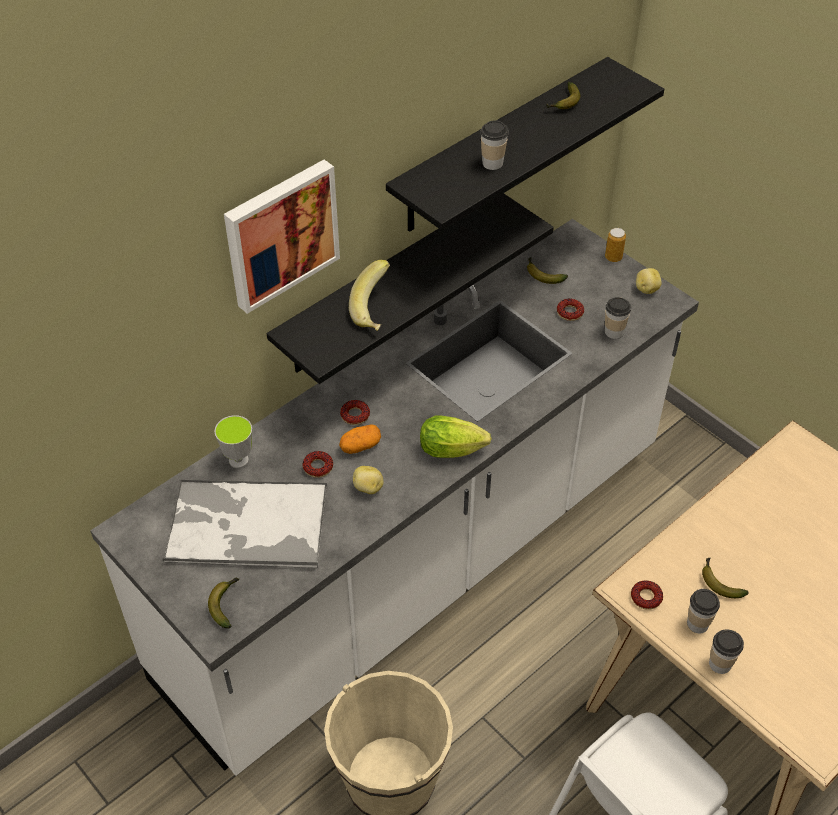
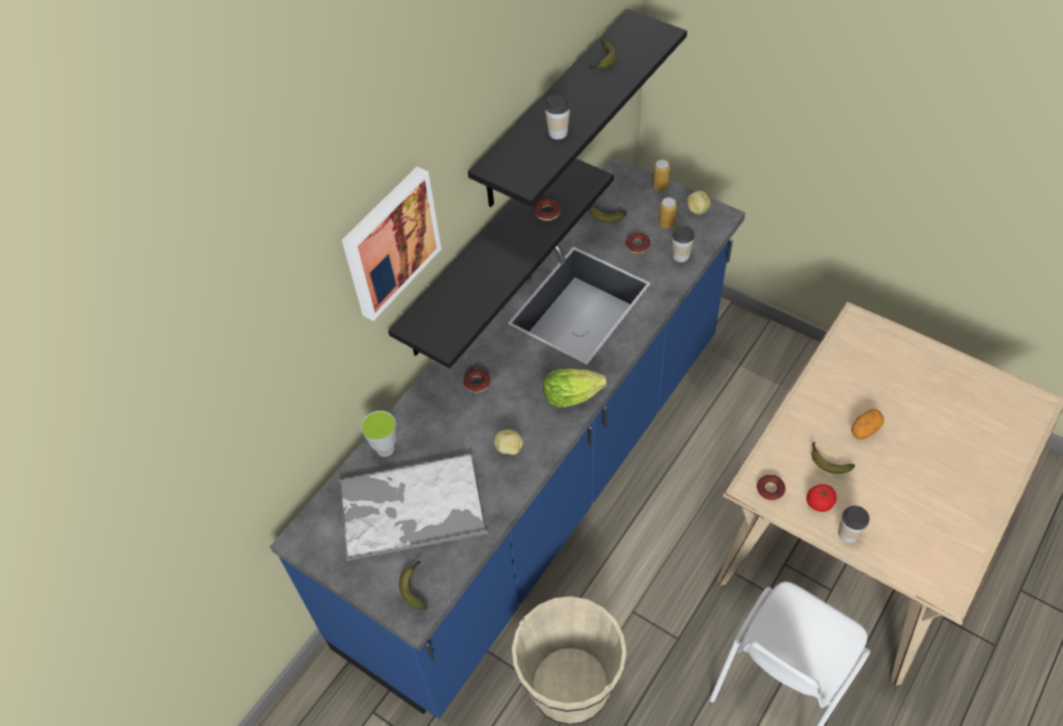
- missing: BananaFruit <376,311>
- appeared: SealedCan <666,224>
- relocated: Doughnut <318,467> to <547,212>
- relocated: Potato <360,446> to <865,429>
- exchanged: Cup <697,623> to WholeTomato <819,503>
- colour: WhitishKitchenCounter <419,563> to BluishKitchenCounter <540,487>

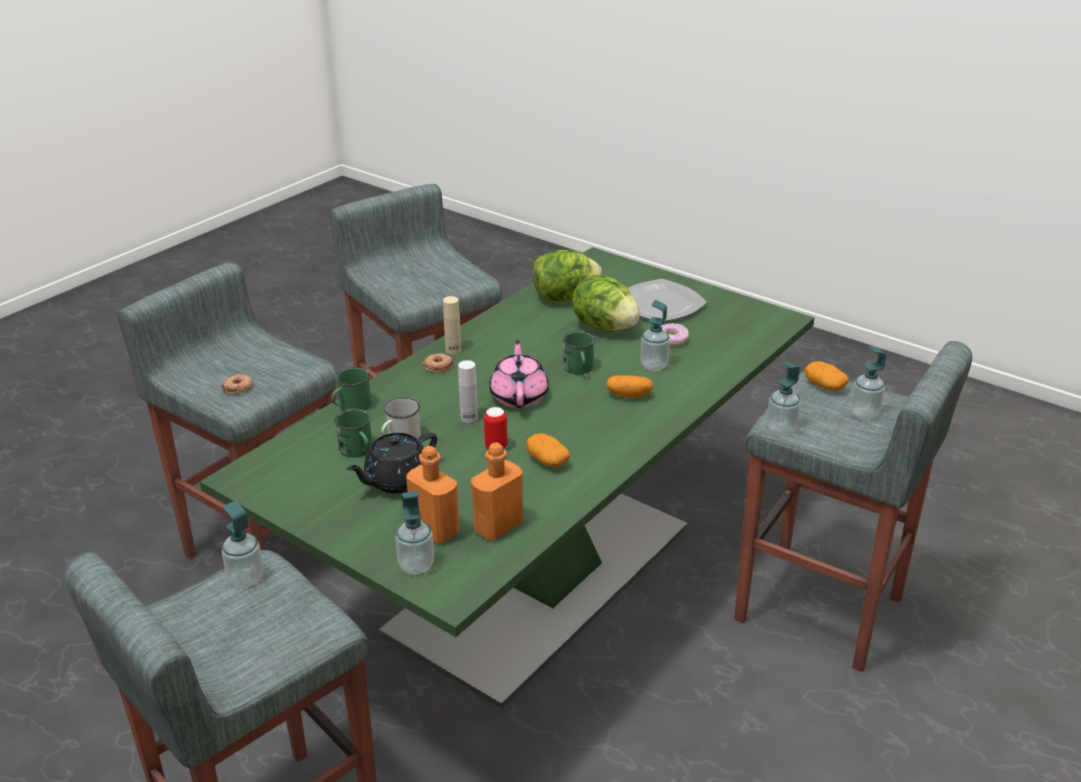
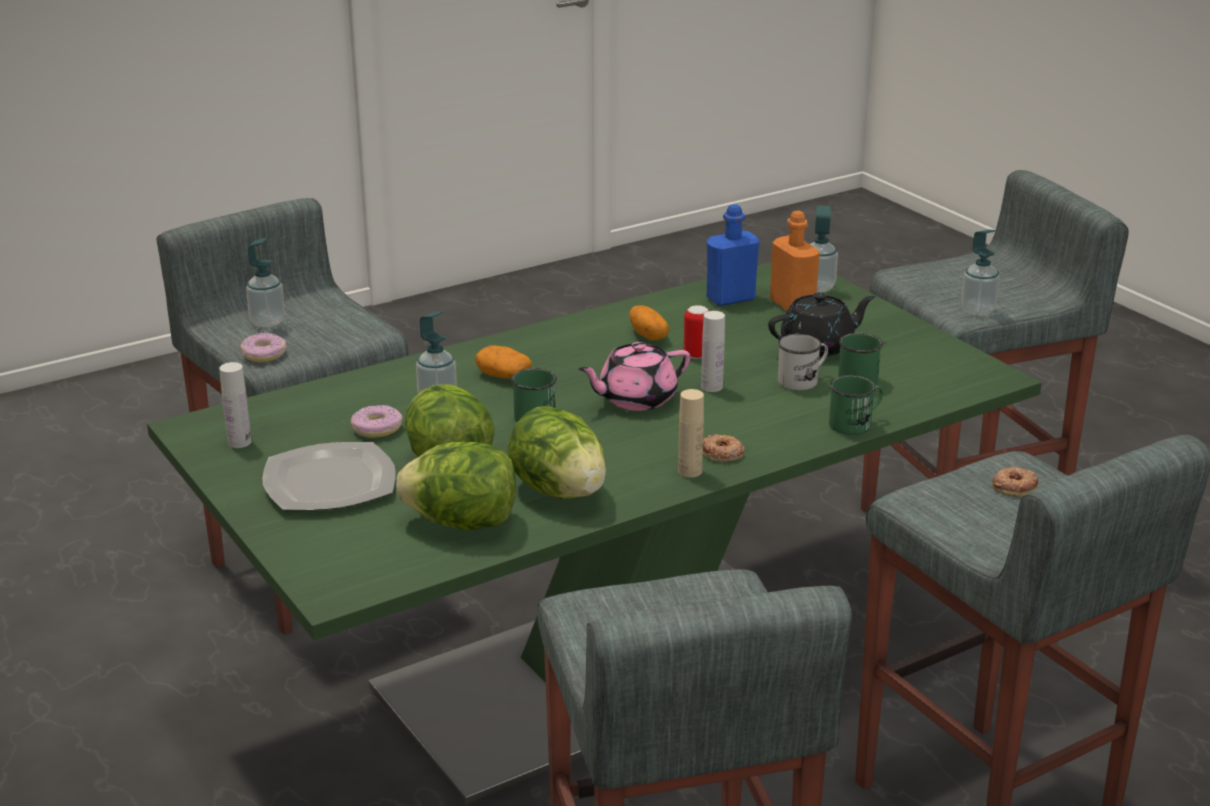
- missing: SoapDispenser <781,429>
- appeared: WhitishBottle <239,442>
- appeared: Lettuce <559,491>
- exchanged: Potato <824,386> to Doughnut <264,354>
- colour: OrangeBottle <498,527> to BluishBottle <730,299>
- spun: PinkishTeaPot <519,396> = <635,399> 45 degrees clockwise

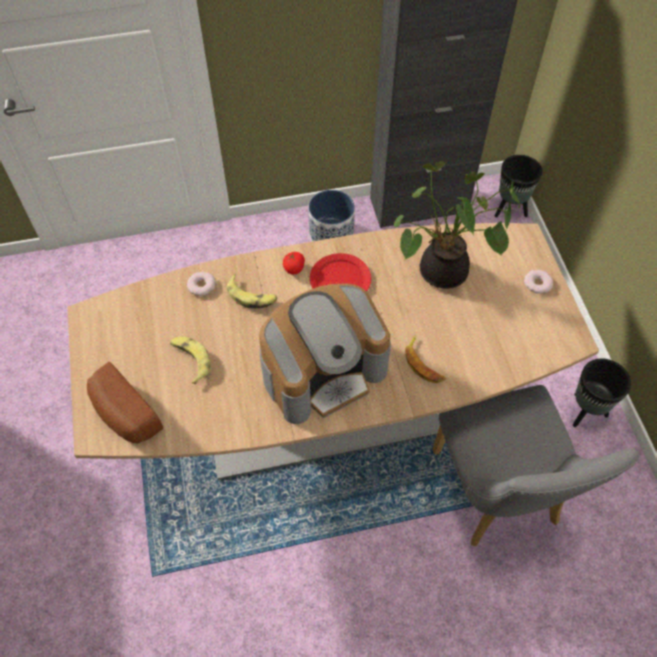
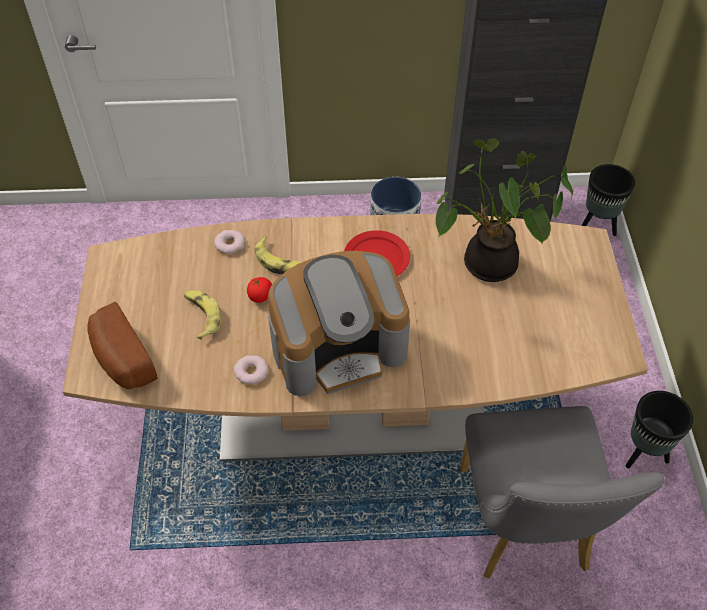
- missing: BananaFruit <423,363>
- relocated: WholeTomato <294,268> to <260,296>
- relocated: Doughnut <537,283> to <251,372>

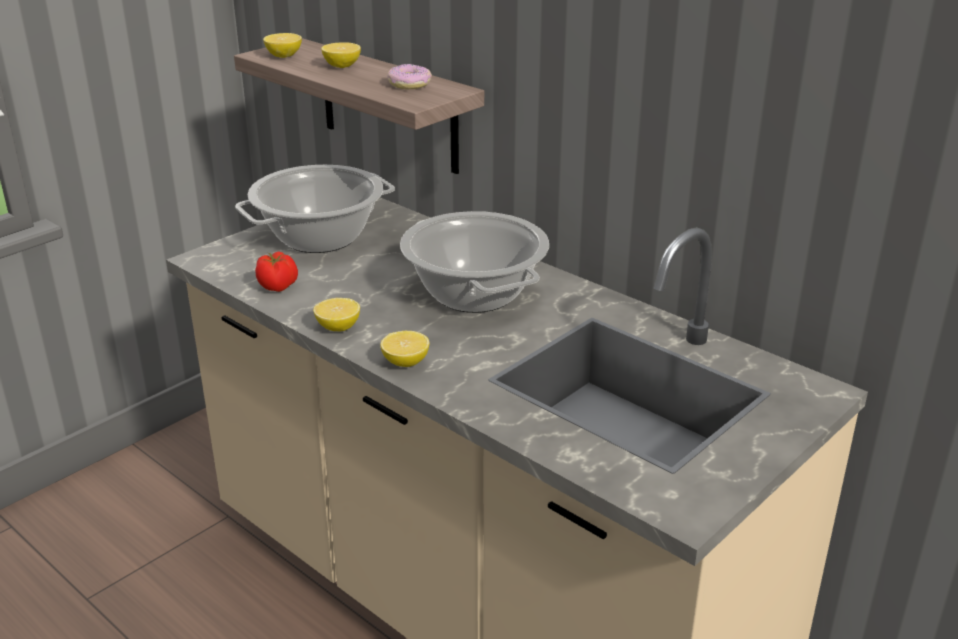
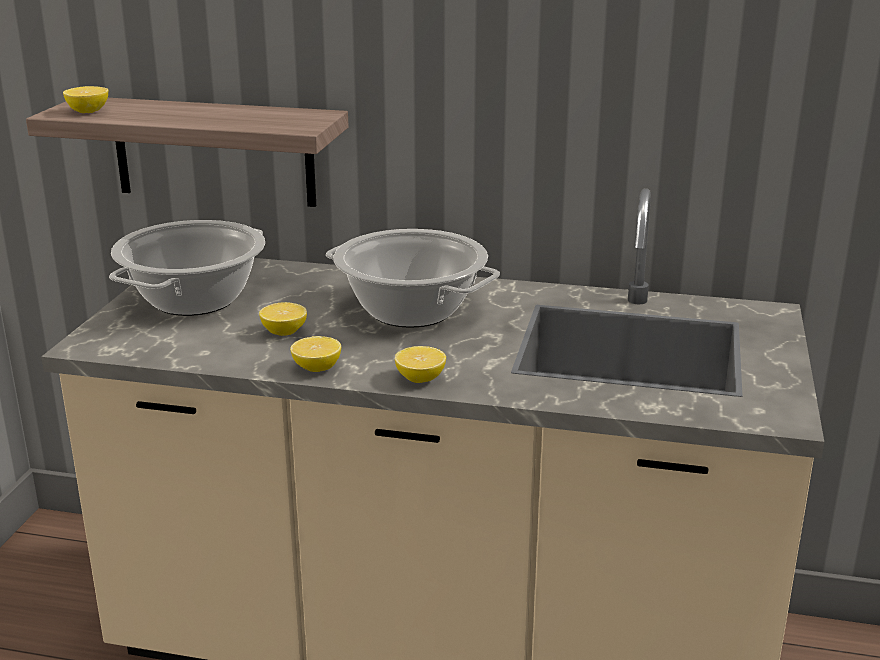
- missing: WholeTomato <278,287>
- missing: Doughnut <409,84>
- relocated: WholeLemon <342,66> to <284,332>

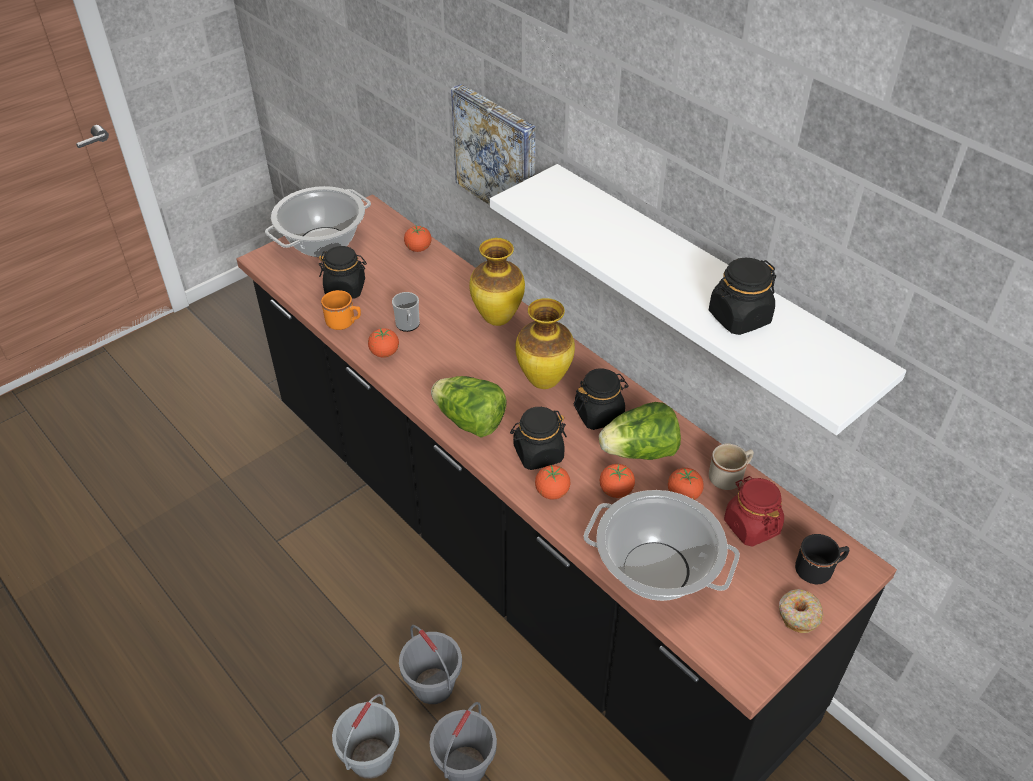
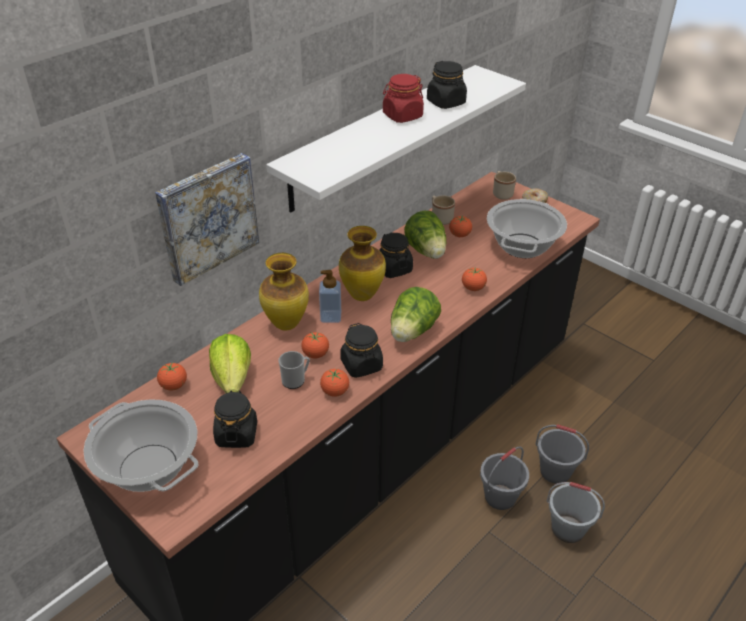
- missing: OrangeCoffeeMug <344,323>
- appeared: Lettuce <232,379>
- appeared: SoapDispenser <331,316>
- relocated: BlackPreserveJar <538,453> to <361,365>
- relocated: WholeTomato <616,491> to <315,354>
- relocated: ReddishPreserveJar <751,526> to <402,116>
- colour: BlackCoffeeMug <818,570> to SandColouredCoffeeMug <501,193>

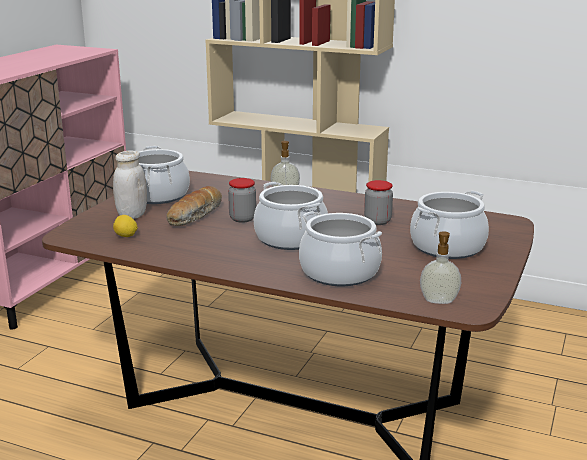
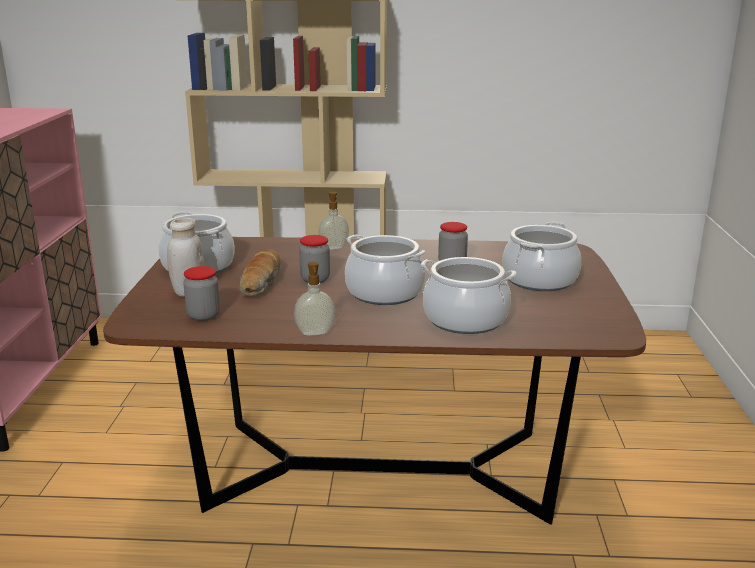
- relocated: SoapDispenser <439,301> to <315,333>
- exchanged: WholeLemon <126,236> to PreserveJar <203,315>

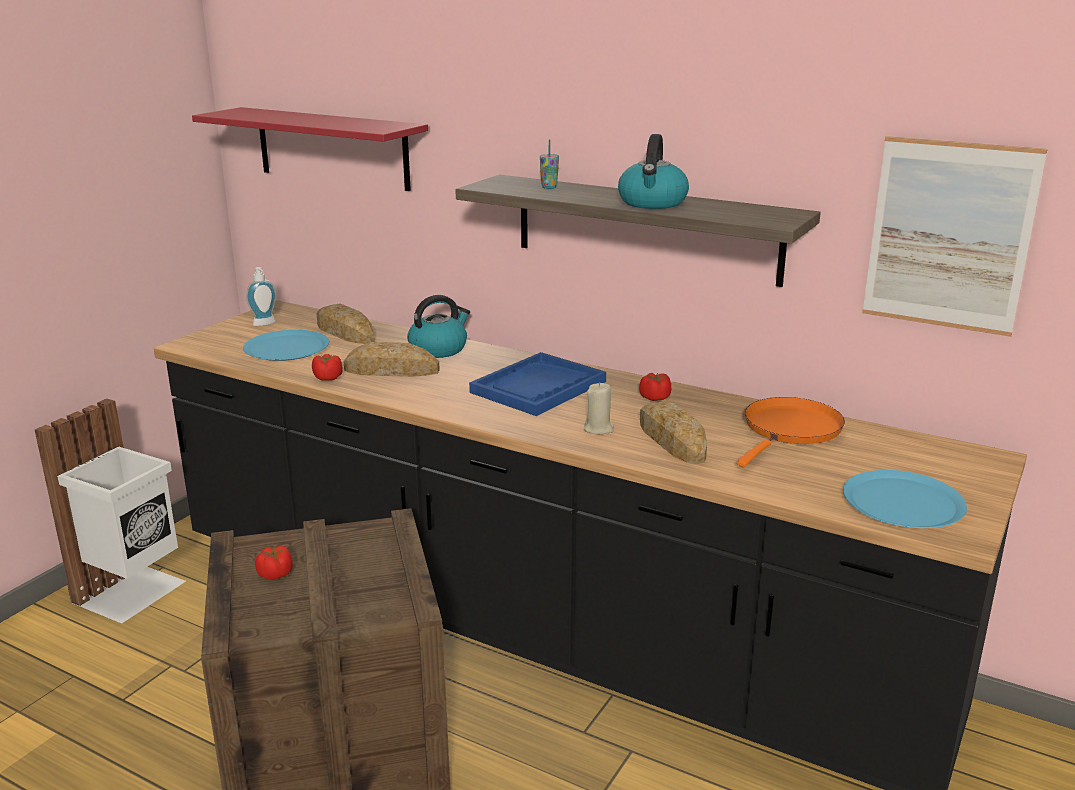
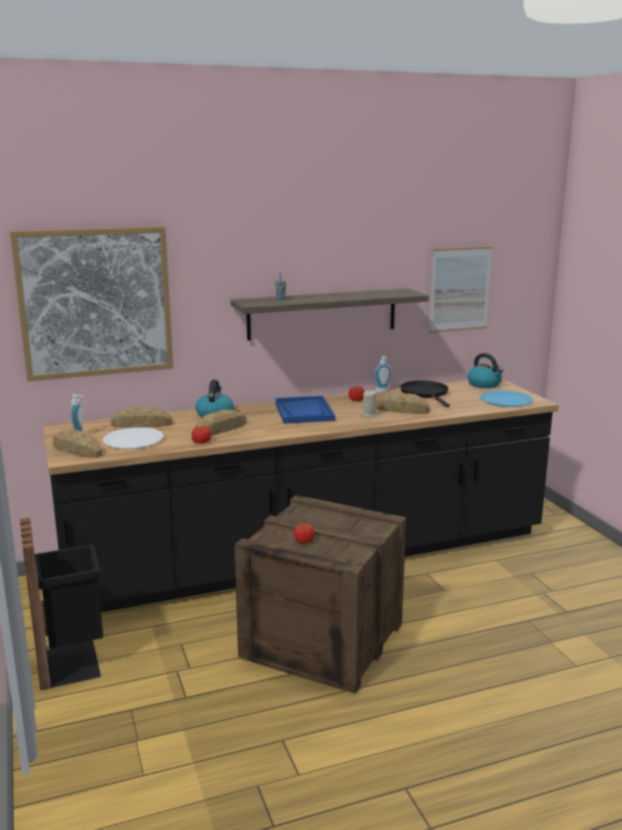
- appeared: Bread <77,450>
- appeared: SoapDispenser <383,391>
- relocated: TeaKettle <652,203> to <484,384>
- exchanged: ReddishShelf <332,148> to WallArt <95,303>
- colour: WhitishTrashCan <133,593> to BlackTrashCan <72,663>
- colour: BluishFlatDish <287,347> to WhitishFlatDish <133,440>
- colour: OrangeFryingPan <790,430> to BlackFryingPan <425,393>

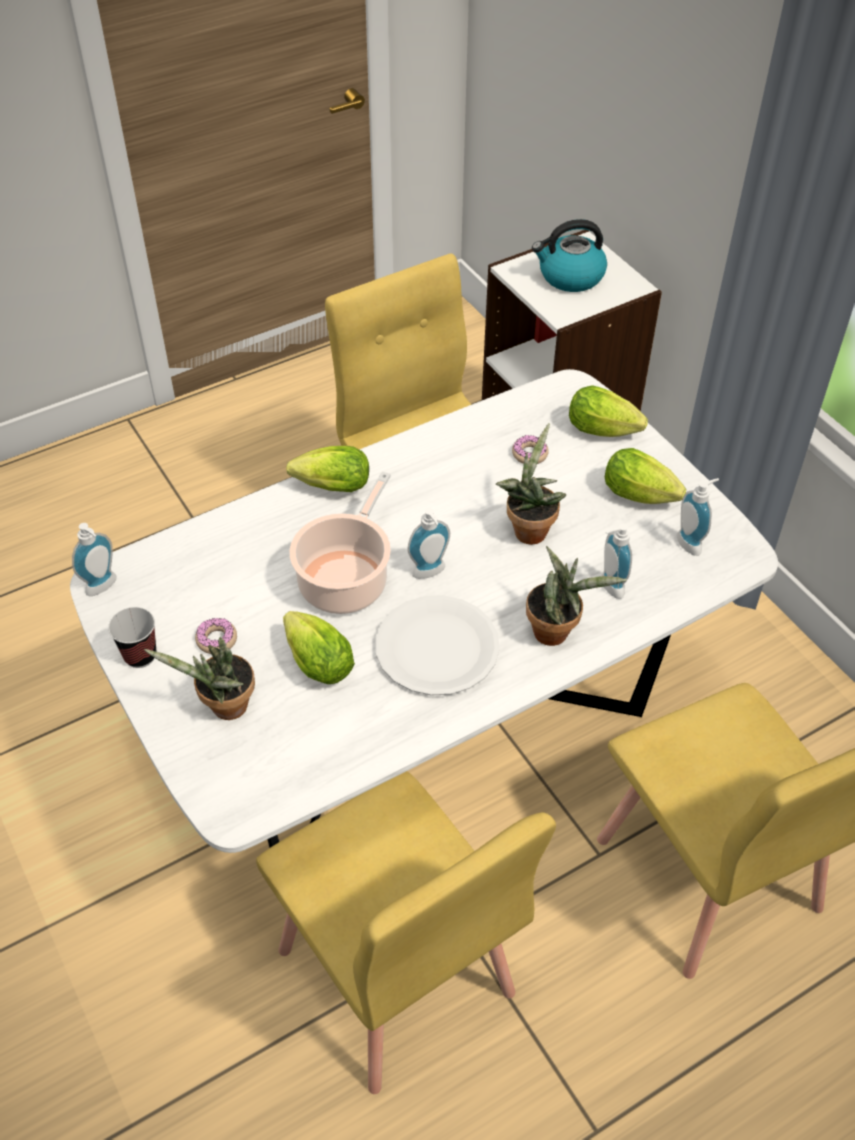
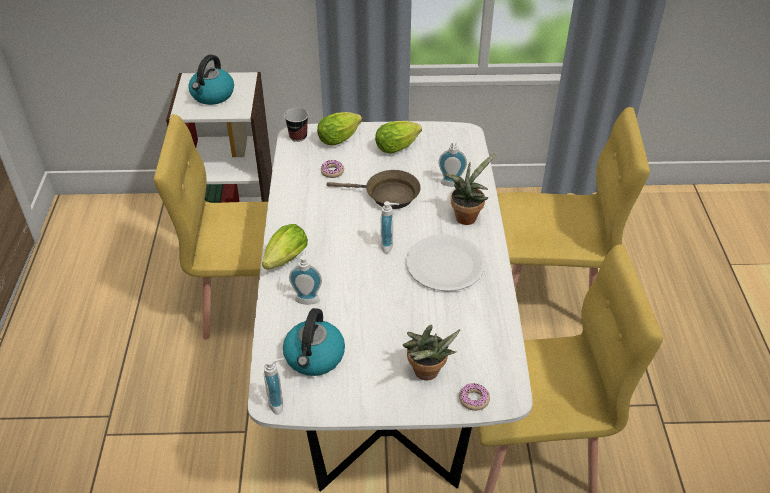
- missing: Lettuce <315,660>
- missing: Saucepot <345,579>
- appeared: TeaKettle <314,357>
- relocated: Cup <140,655> to <298,136>
- relocated: Doughnut <216,640> to <474,399>
- relocated: SoapDispenser <692,542> to <307,298>
- exchanged: PottedPlant <528,529> to BrownFryingPan <387,195>

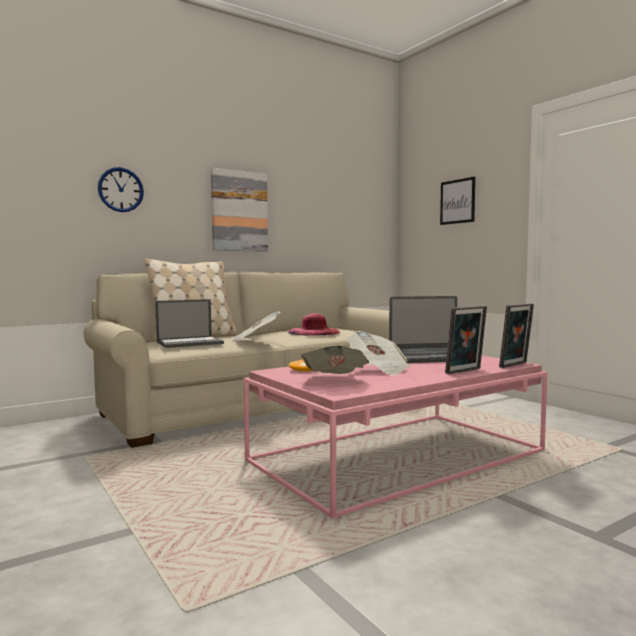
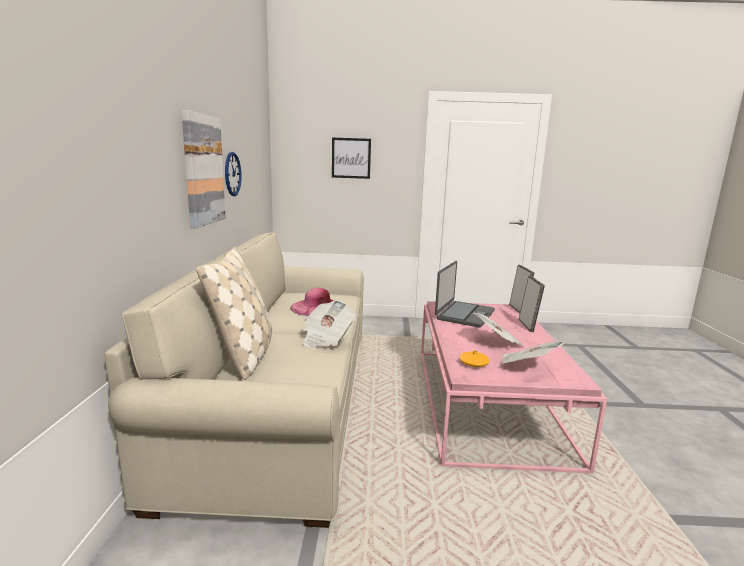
- missing: Laptop <190,343>
- relocated: WallClock <121,190> to <232,174>

